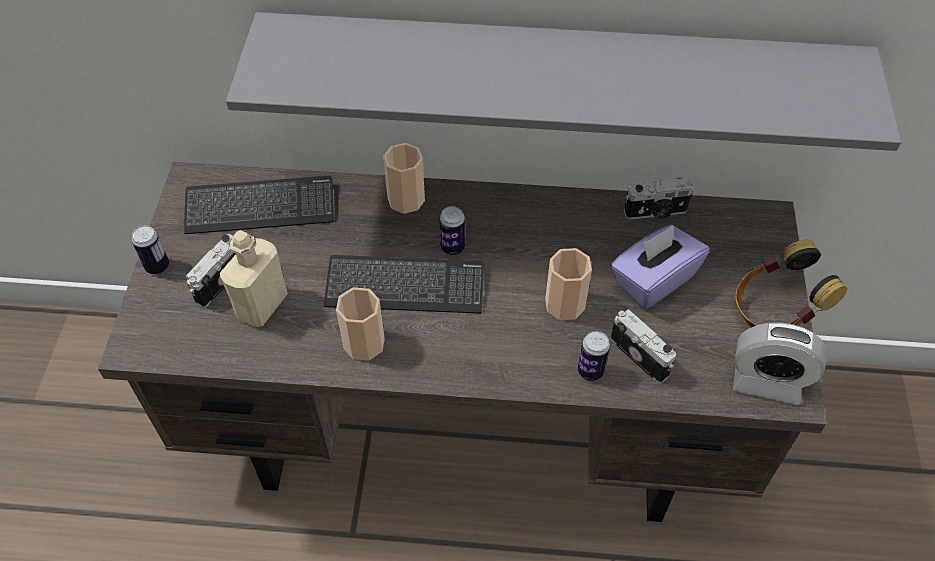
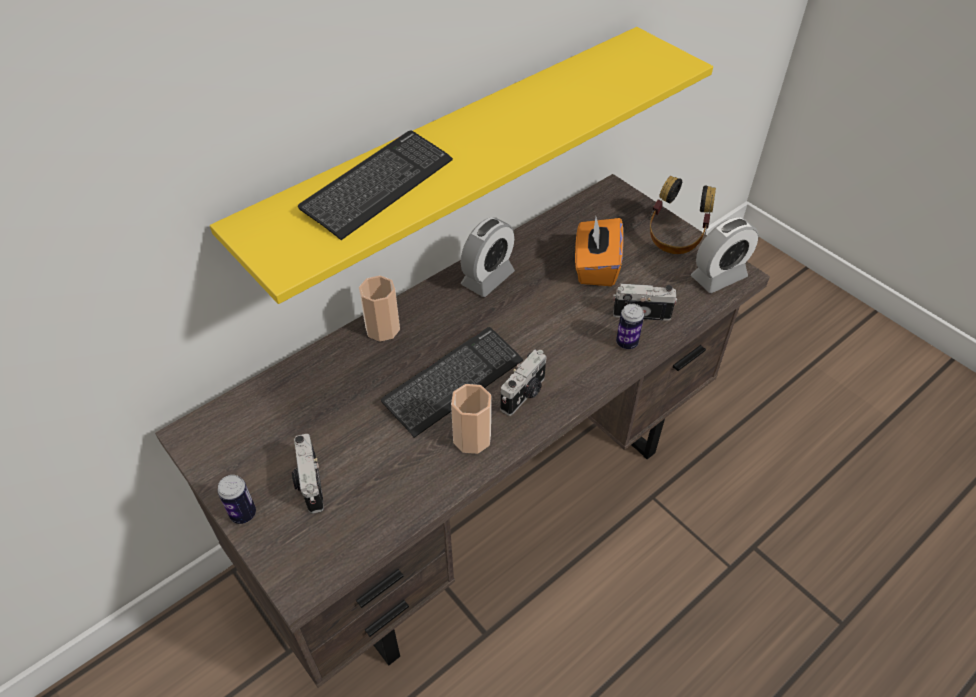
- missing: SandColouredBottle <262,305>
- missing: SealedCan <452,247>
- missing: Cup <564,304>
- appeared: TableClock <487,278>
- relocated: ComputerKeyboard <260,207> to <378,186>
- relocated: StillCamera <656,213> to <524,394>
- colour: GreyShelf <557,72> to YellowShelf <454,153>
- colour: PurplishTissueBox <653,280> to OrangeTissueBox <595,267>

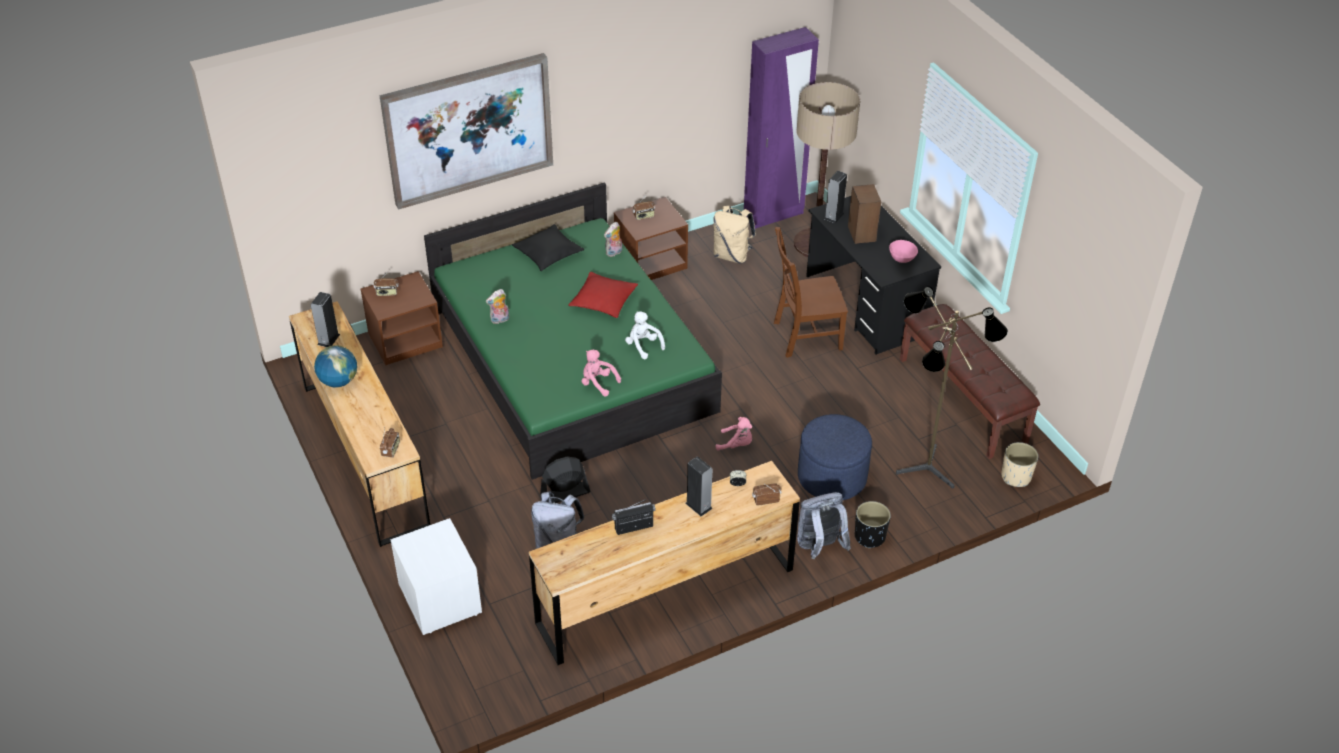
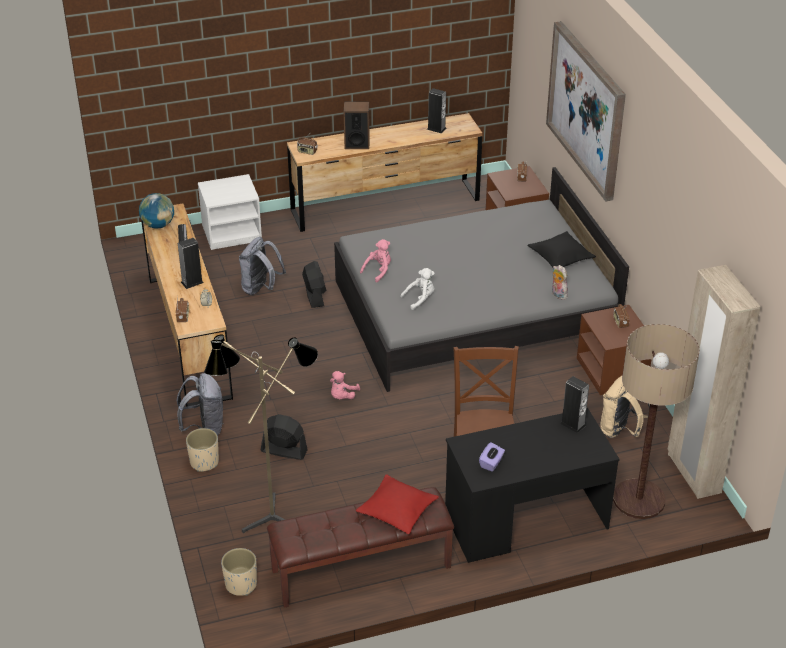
- missing: SoftToy <499,320>
- relocated: Globe <338,381> to <158,225>
- relocated: ReddishThrowPillow <603,301> to <397,510>
- relocated: AudioSpeaker <861,234> to <357,144>
- exchanged: BluishFootrest <832,477> to BlackElectricFan <284,450>
- exchanged: PinkishServingBowl <901,258> to PurplishTissueBox <491,463>
- colour: GreenColouredBedroomBed <571,361> to GreyBedroomBed <473,311>
- colour: PurplishWardrobe <773,215> to SandColouredWardrobe <693,473>
- colour: BlackPlanter <869,537> to SandColouredPlanter <204,462>

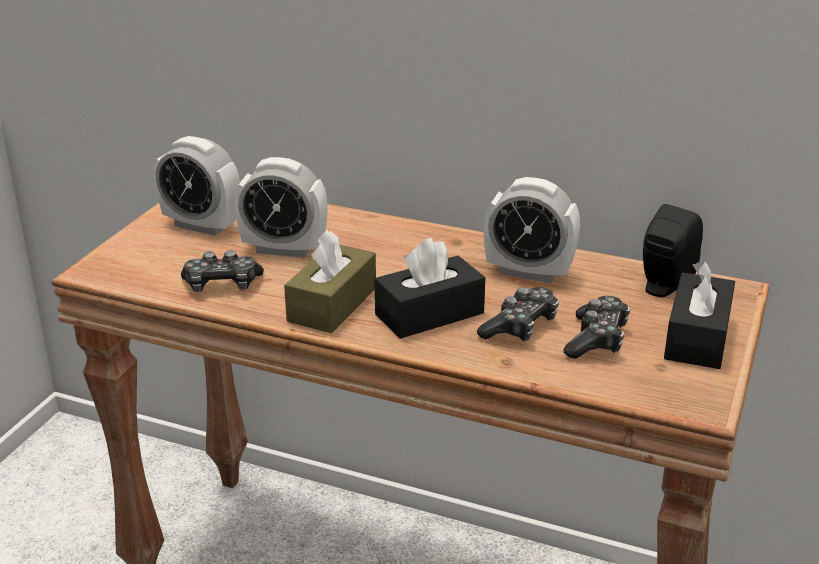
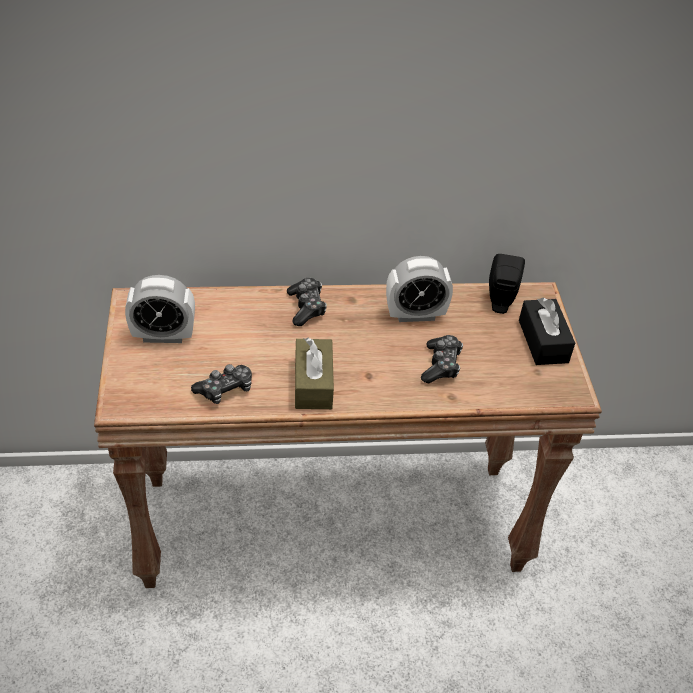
- missing: TableClock <284,249>
- missing: BlackTissueBox <429,314>
- relocated: Gamepad <596,339> to <306,307>

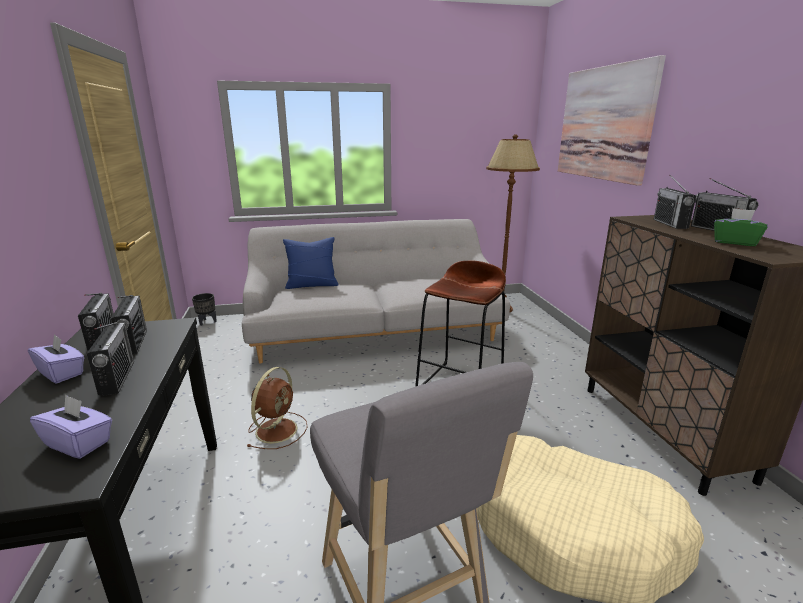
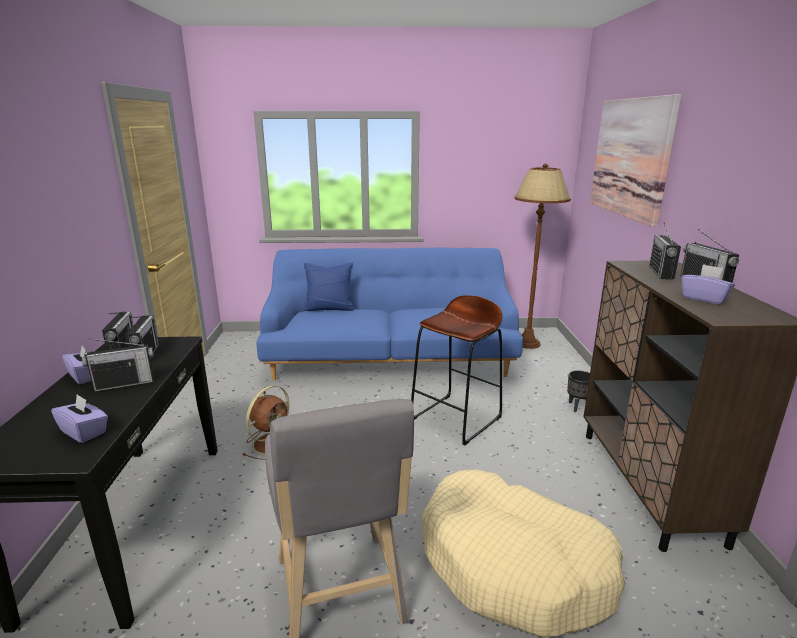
- relocated: BlackPlanter <207,322> to <578,407>
- colour: GreySofa <375,331> to BluishSofa <390,357>
- colour: GreenColouredTissueBox <734,242> to PurplishTissueBox <704,298>
- spun: RadioReceiver <117,378> = <125,384> 75 degrees clockwise

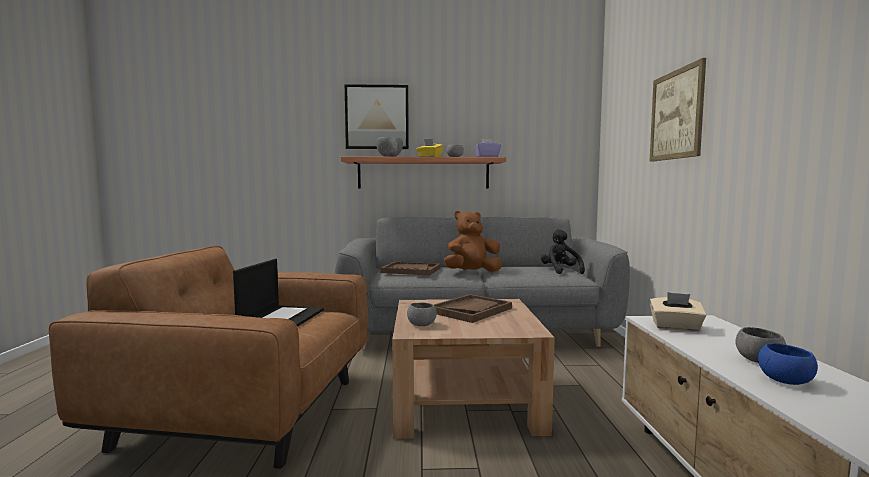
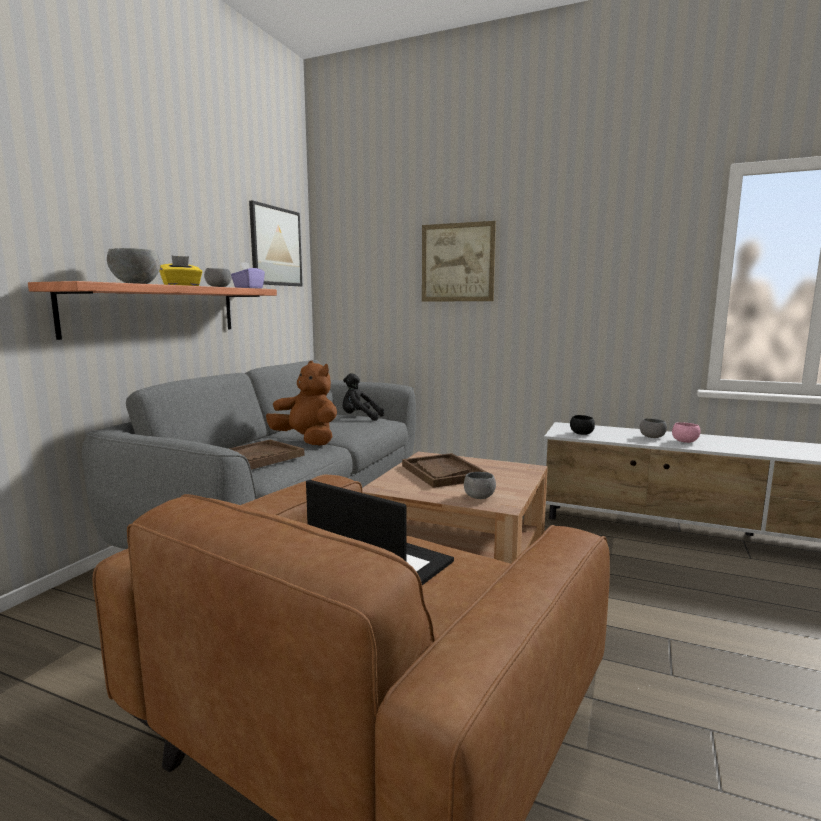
- relocated: WallArt <377,117> to <276,246>
- exchanged: SandColouredTissueBox <676,327> to BlackServingBowl <581,434>
- colour: BluishServingBowl <785,381> to PinkishServingBowl <685,441>
- spun: BrownSoftToy <472,272> = <307,441> 120 degrees clockwise

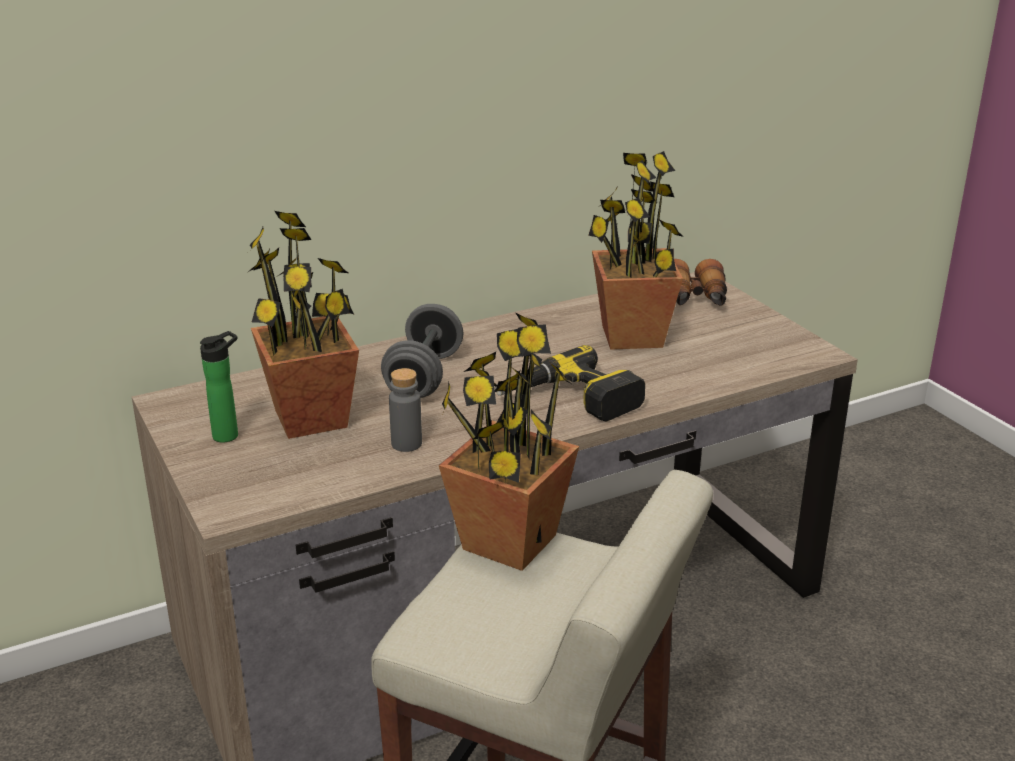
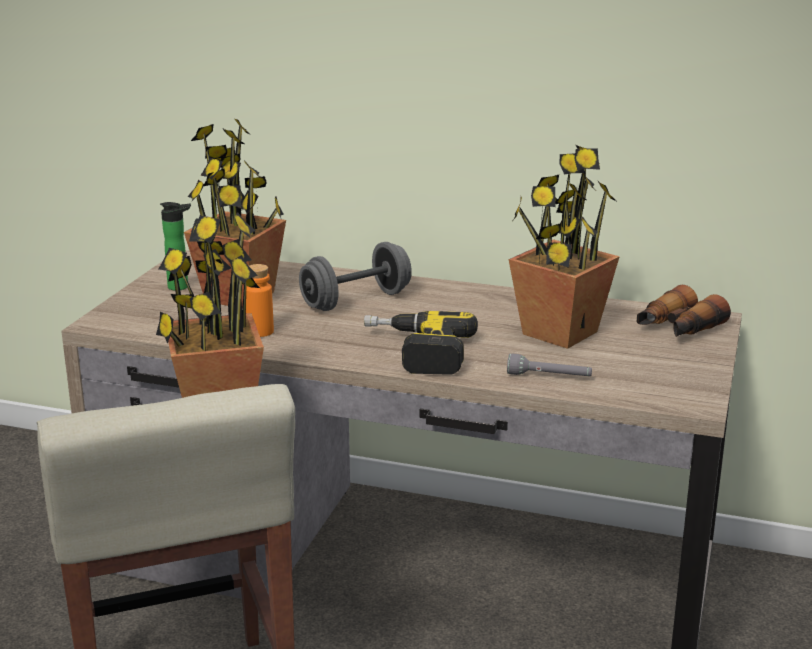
- appeared: GreyFlashlight <549,377>
- colour: GreyBottle <406,444> to OrangeBottle <260,331>

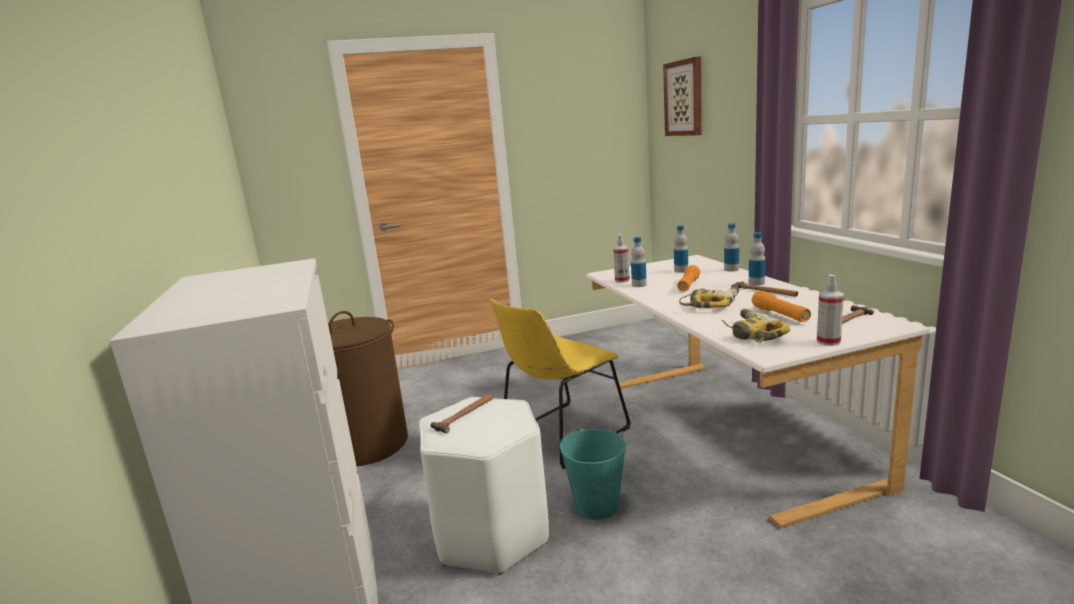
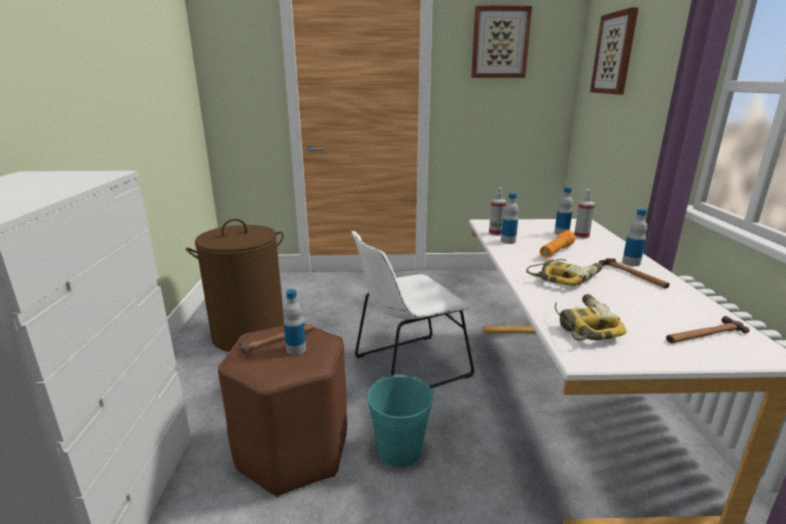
- missing: OrangeFlashlight <780,315>
- appeared: WallArt <500,43>
- relocated: Bottle <731,269> to <296,349>
- relocated: Sprayer <828,342> to <581,236>
- colour: WhitishSittingStool <491,534> to BrownSittingStool <293,451>
- colour: YellowUprightChair <561,435> to WhitishUprightChair <407,367>

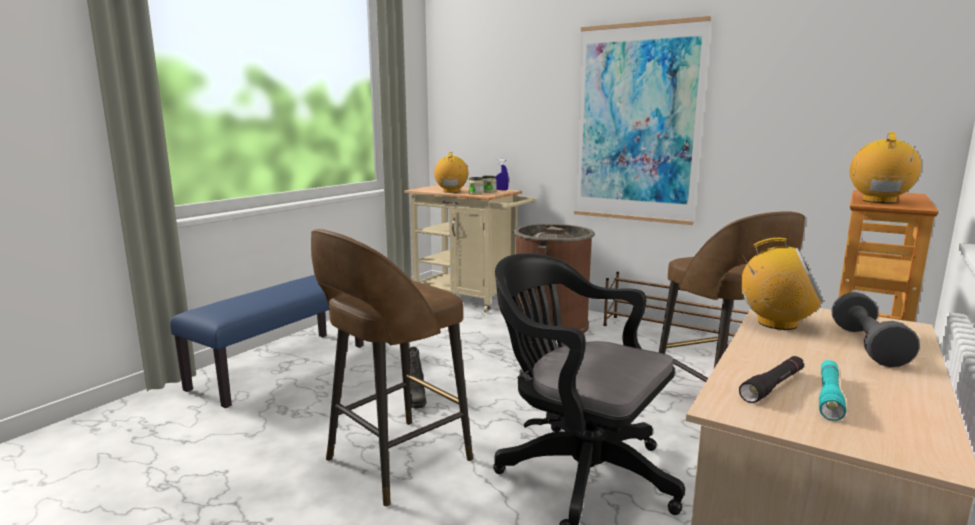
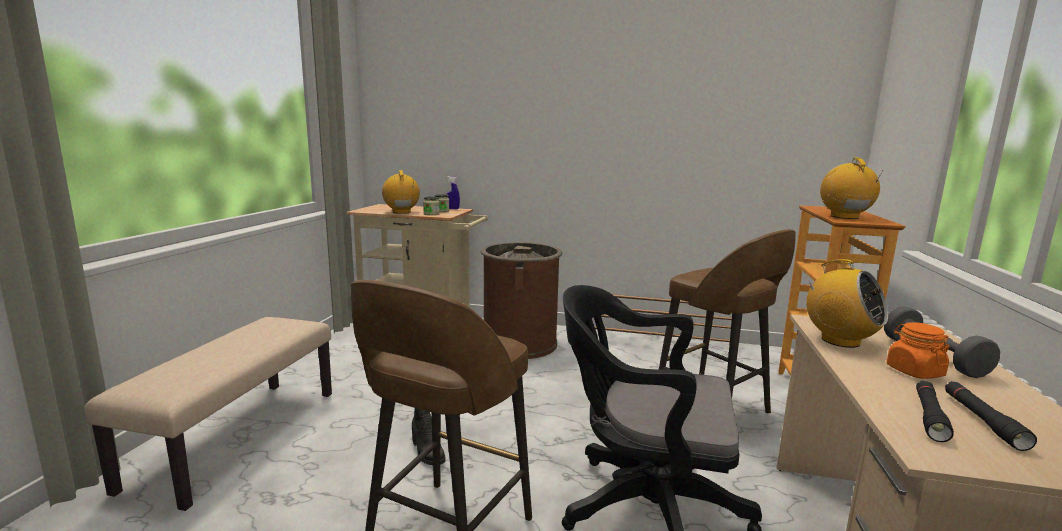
- missing: WallArt <637,124>
- appeared: OrangePreserveJar <914,371>
- colour: BluishBench <281,366> to SandColouredBench <237,436>
- colour: BlueGreenFlashlight <829,396> to BlackFlashlight <982,421>
- spun: RadioReceiver <776,323> = <839,341> 45 degrees clockwise

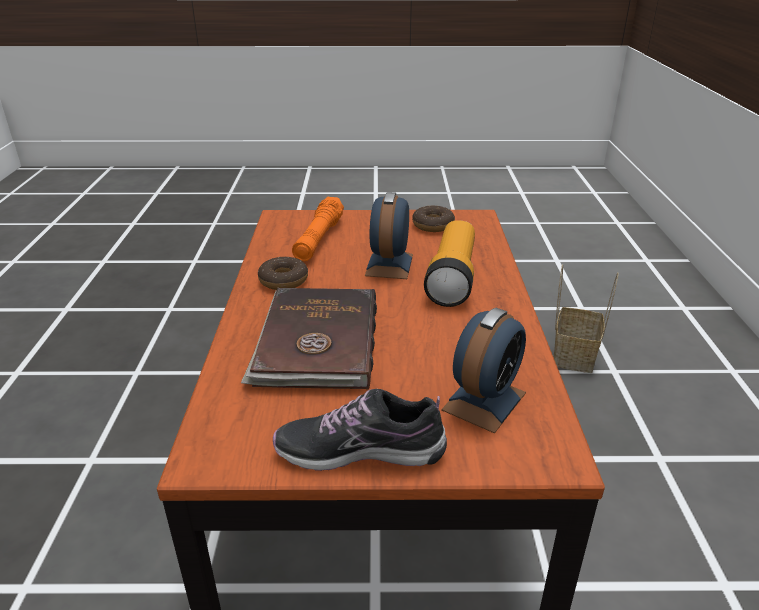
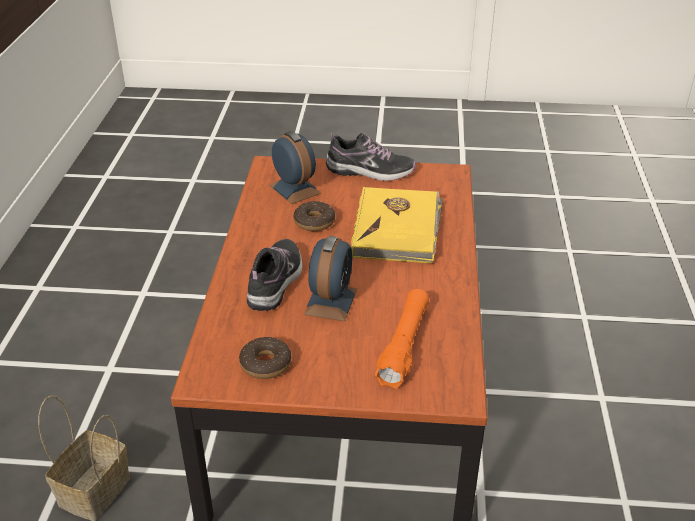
- relocated: Doughnut <283,280> to <314,222>
- exchanged: Flashlight <452,278> to LowShoe <275,281>
- colour: BrownBoundBook <316,343> to YellowBoundBook <398,228>
- spun: TableClock <484,401> = <294,189> 105 degrees clockwise

